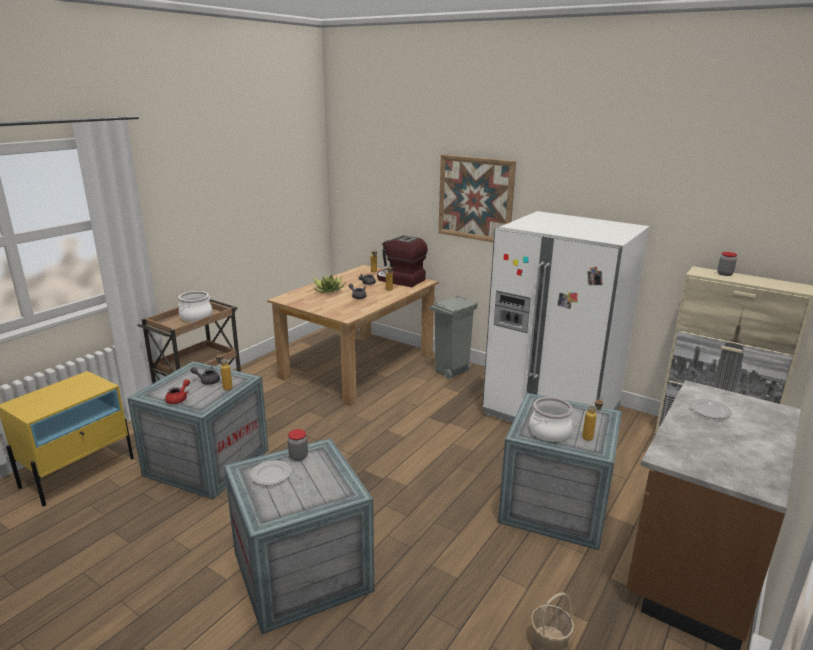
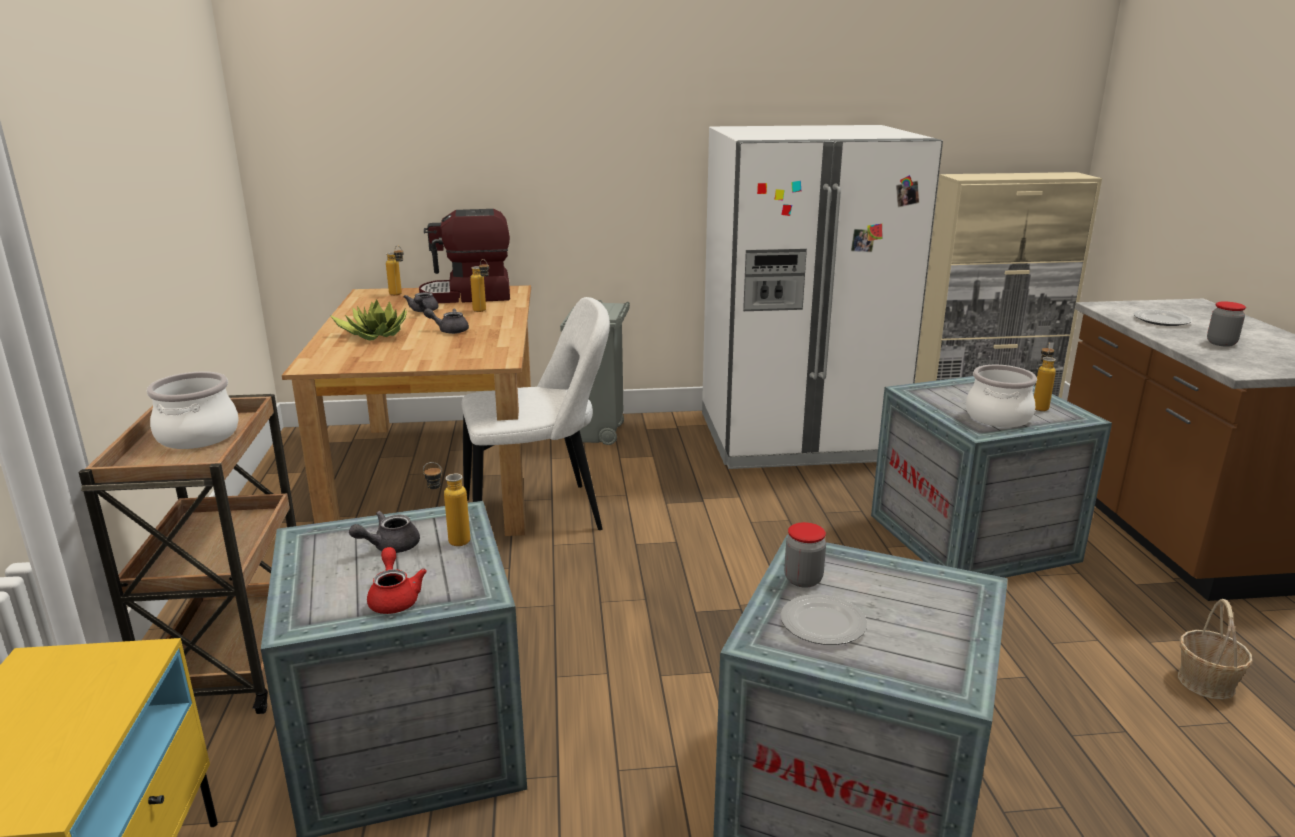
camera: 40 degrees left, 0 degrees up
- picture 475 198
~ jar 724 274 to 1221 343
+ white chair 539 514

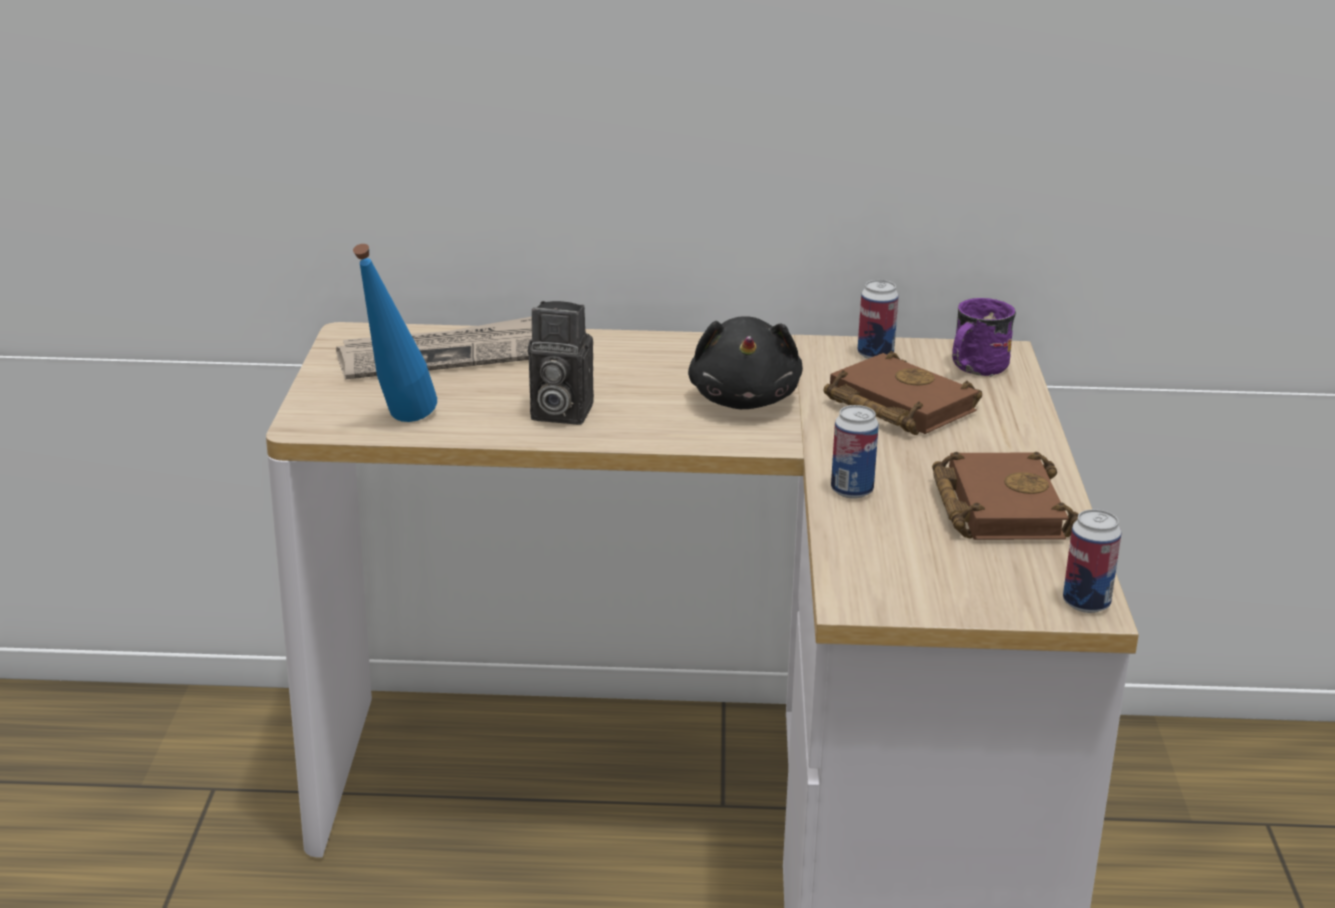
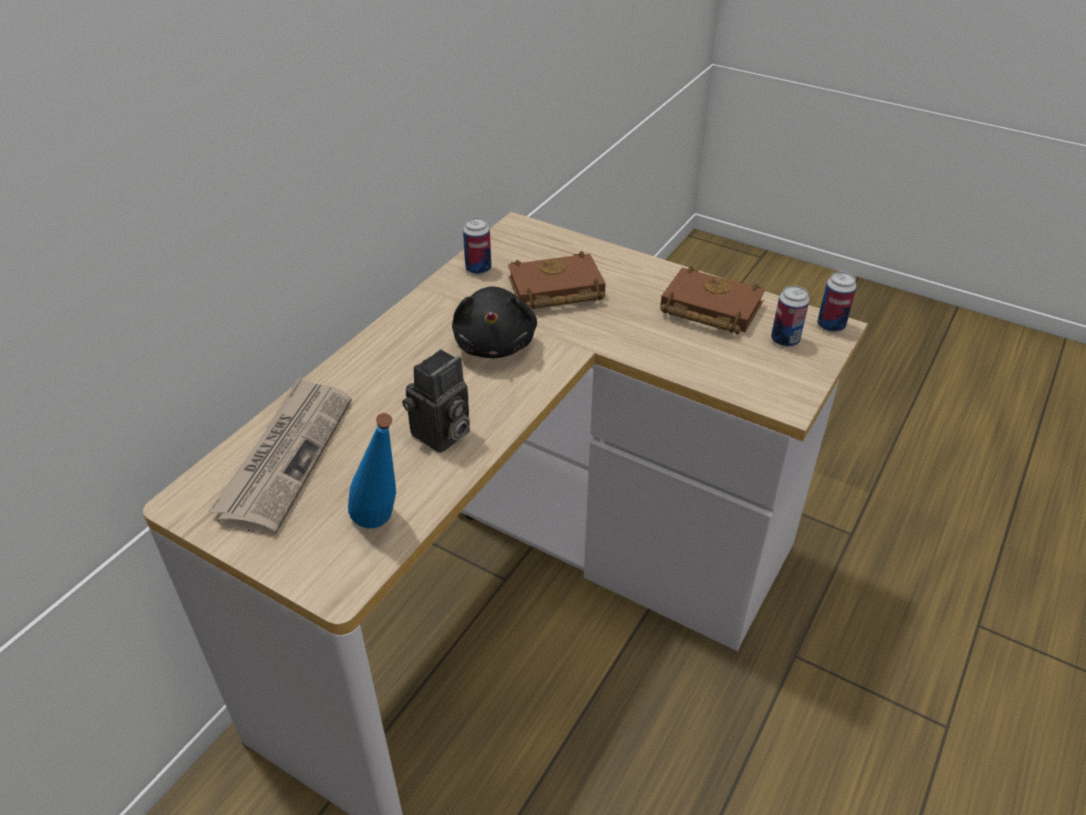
camera: 60 degrees left, 15 degrees up
~ black plush toy 744 400 = 495 344 60 degrees clockwise
~ can 852 491 to 785 340
- purple mug 973 368

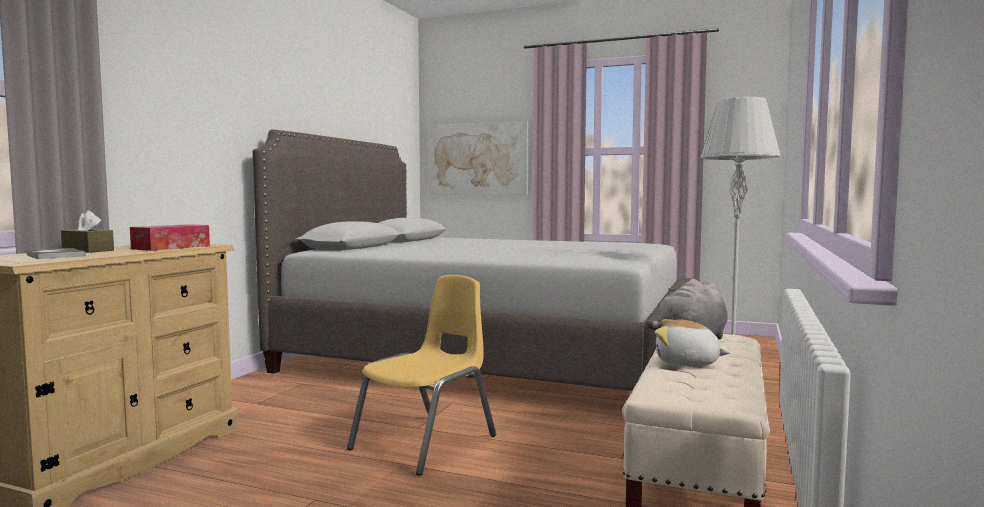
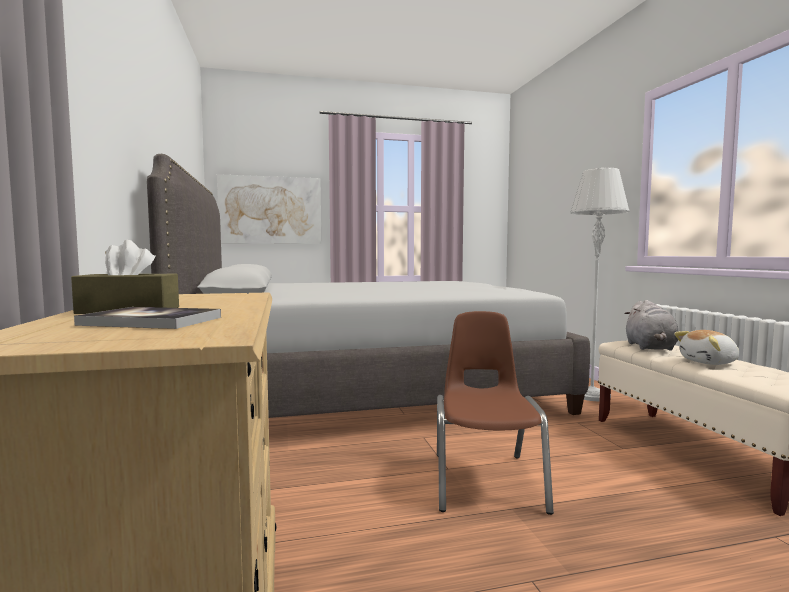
camera: 35 degrees left, 0 degrees up
- tissue box 171 247
~ yellow chair 426 443 to brown chair 486 481

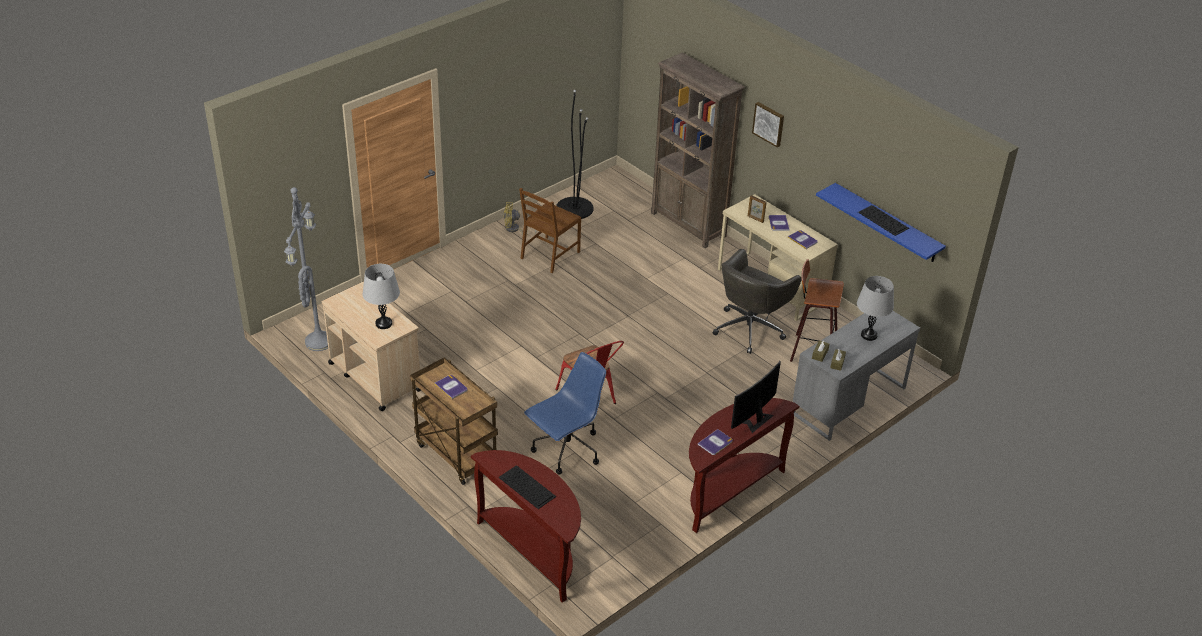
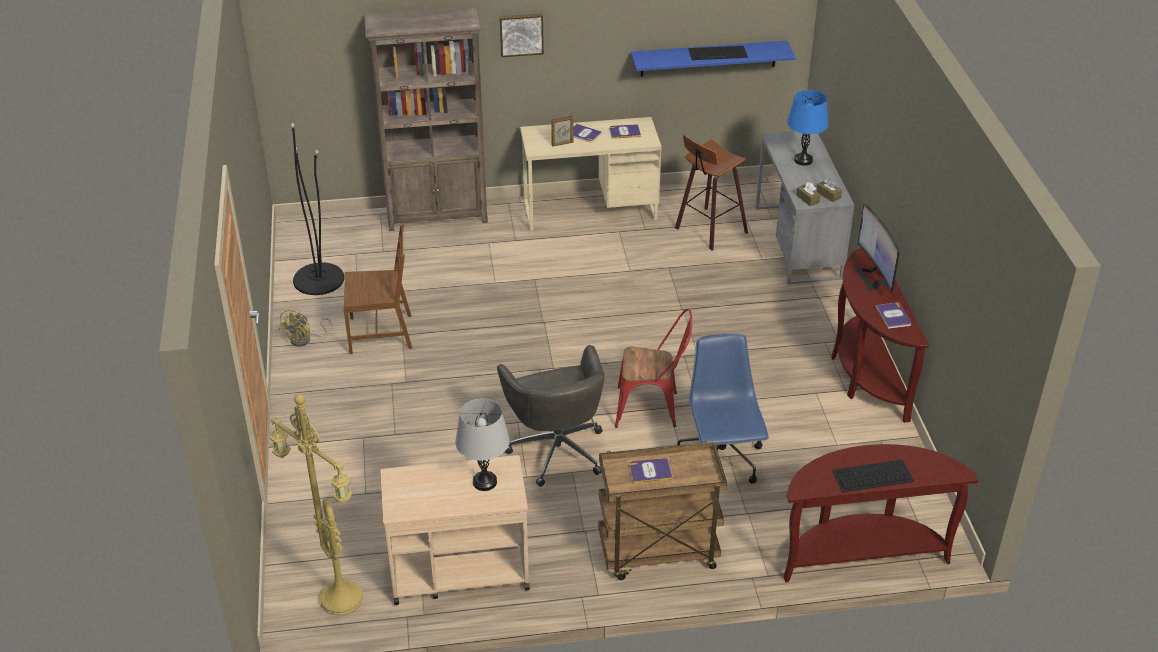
camera: 55 degrees left, 0 degrees up
~ grey floor lamp 317 341 to yellow floor lamp 338 599
~ brown chair 549 255 = 381 333 75 degrees counterclockwise
~ grey office chair 750 328 to 557 449
~ grey table lamp 869 335 to blue table lamp 803 160

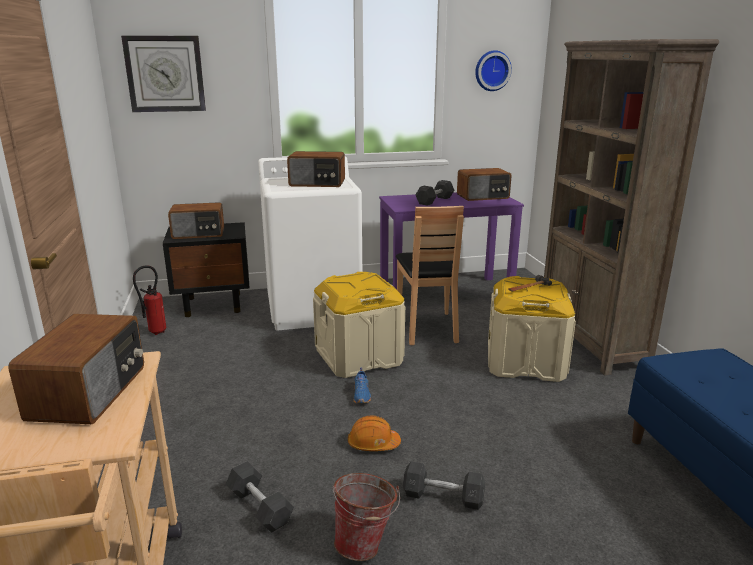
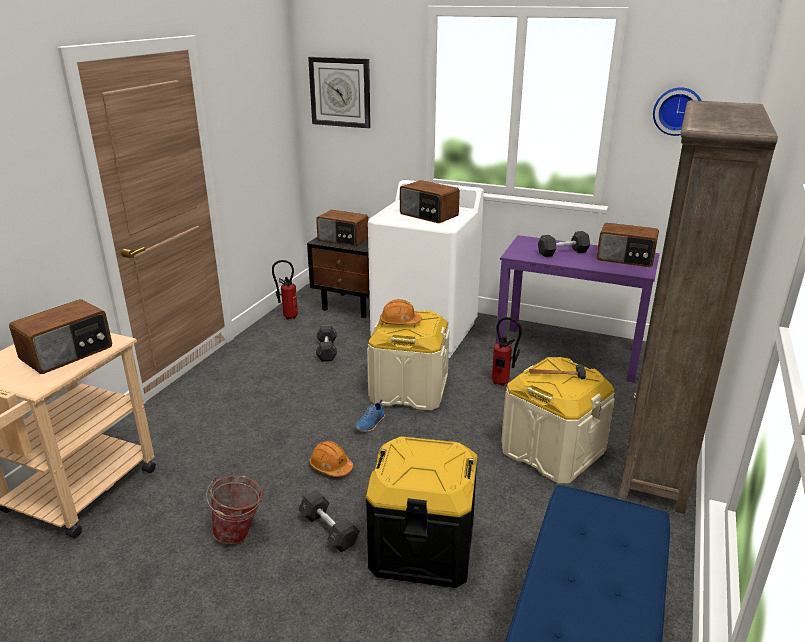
camera: 35 degrees right, 5 degrees up
~ grey dumbbell 260 507 to 327 350
~ brown chair 427 328 to fire extinguisher 502 384
+ black storage box 422 547
+ orange hard hat 400 322

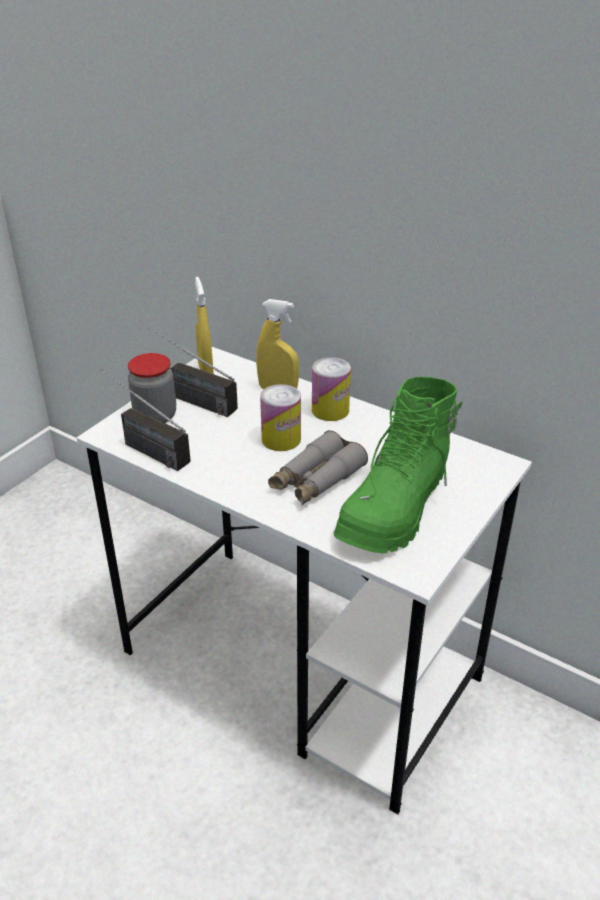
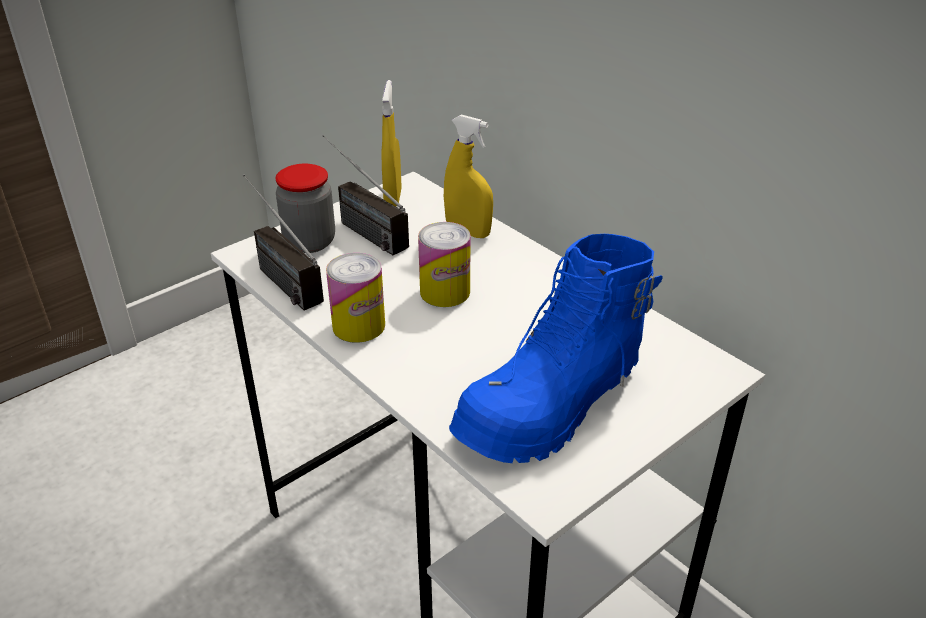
camera: 15 degrees right, 0 degrees up
- grey binoculars 316 479
~ can 330 410 to 358 326
~ green boot 396 509 to blue boot 553 406

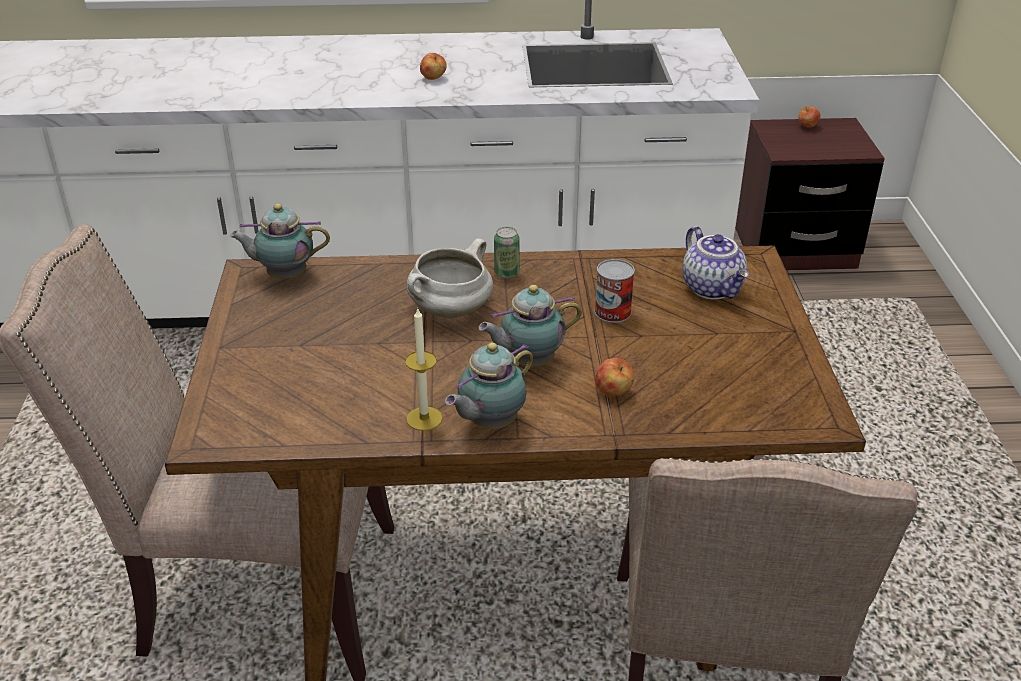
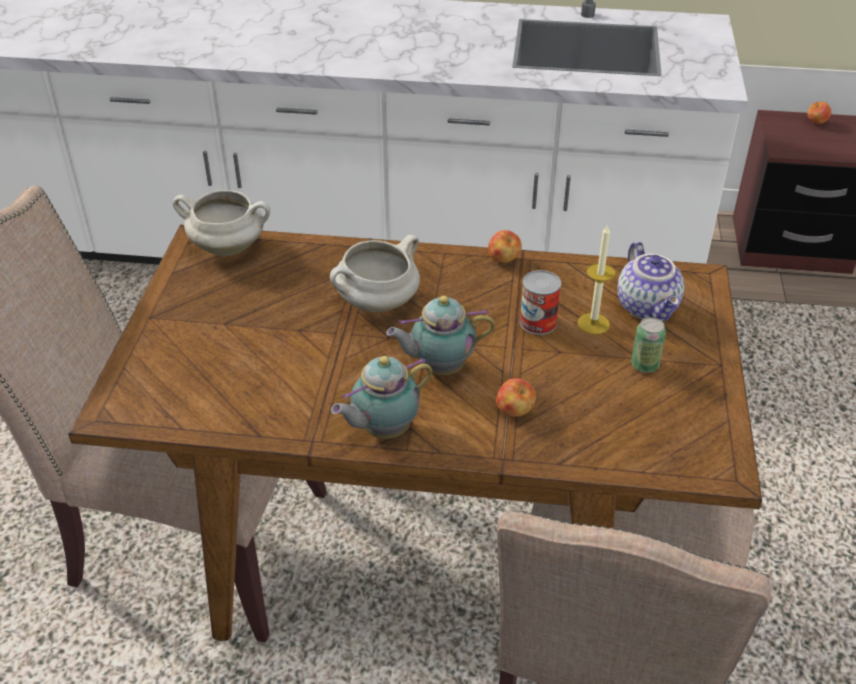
camera: 10 degrees right, 5 degrees up
~ teapot 284 275 to white cooking pot 229 247
~ candle 424 418 to 593 324
~ apple 433 78 to 503 259
~ can 506 273 to 644 365

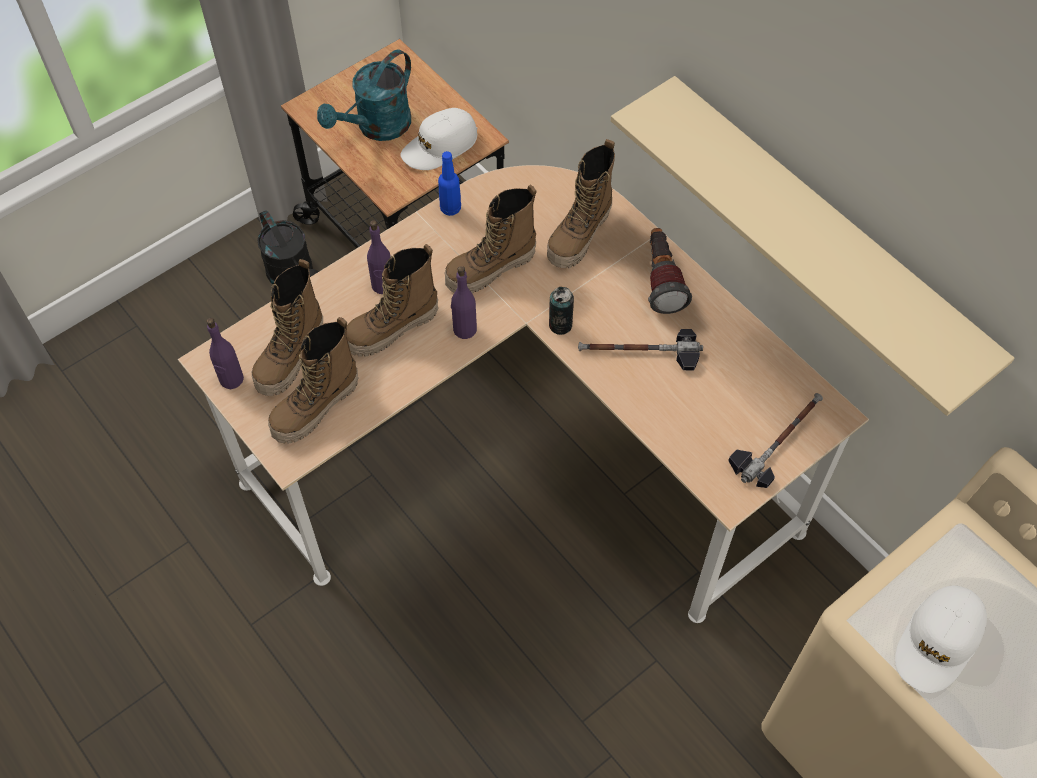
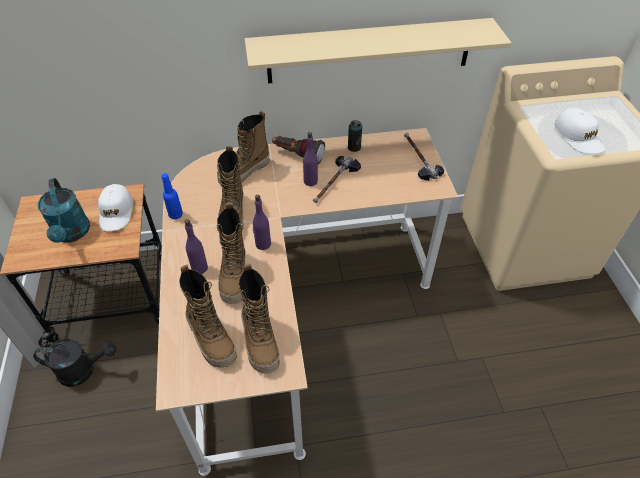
camera: 60 degrees left, 10 degrees down
~ purple bottle 231 379 to 310 181
~ boot 580 236 = 244 172 75 degrees clockwise
~ can 560 325 to 354 147

